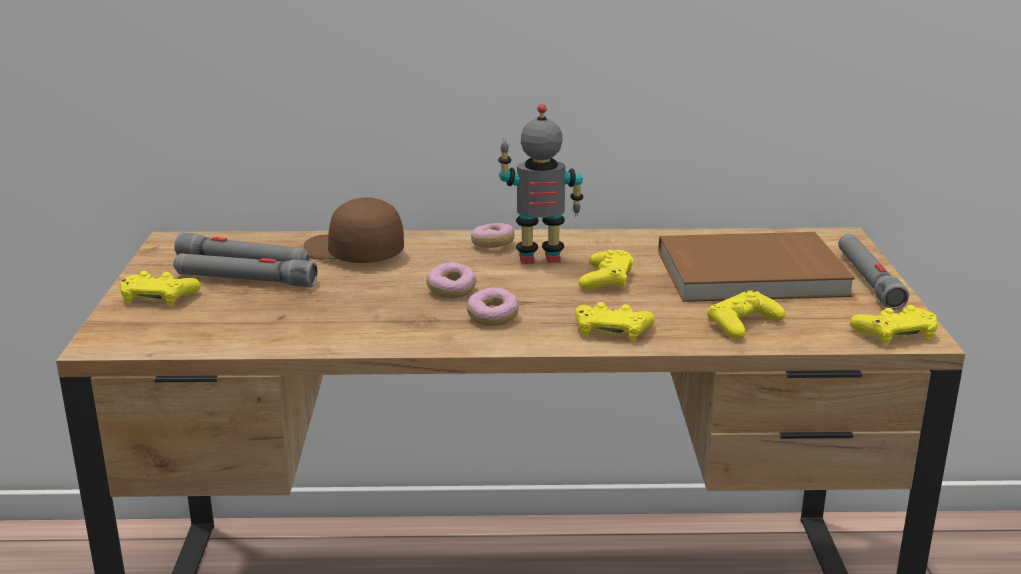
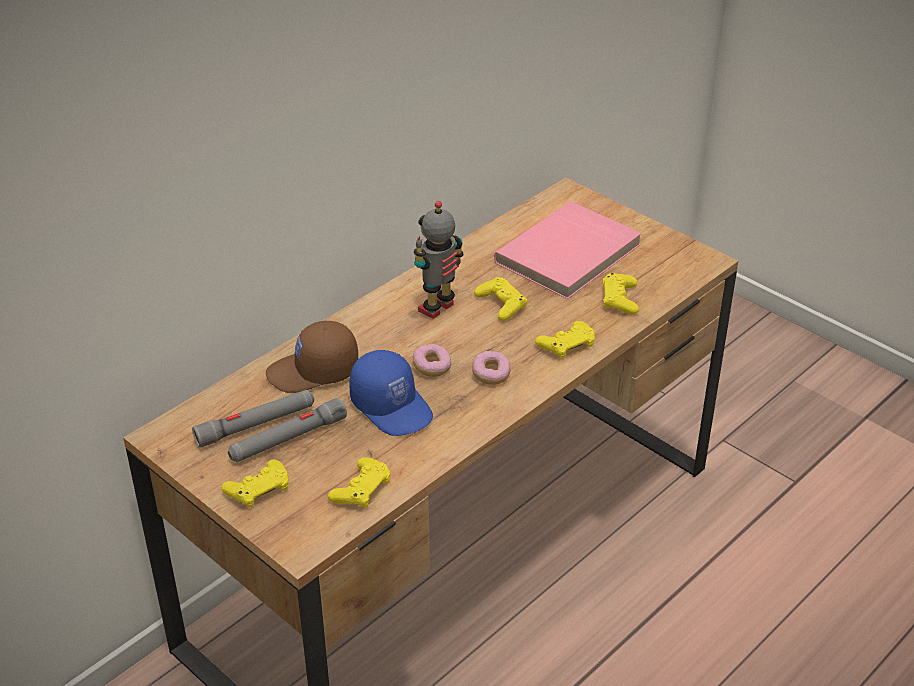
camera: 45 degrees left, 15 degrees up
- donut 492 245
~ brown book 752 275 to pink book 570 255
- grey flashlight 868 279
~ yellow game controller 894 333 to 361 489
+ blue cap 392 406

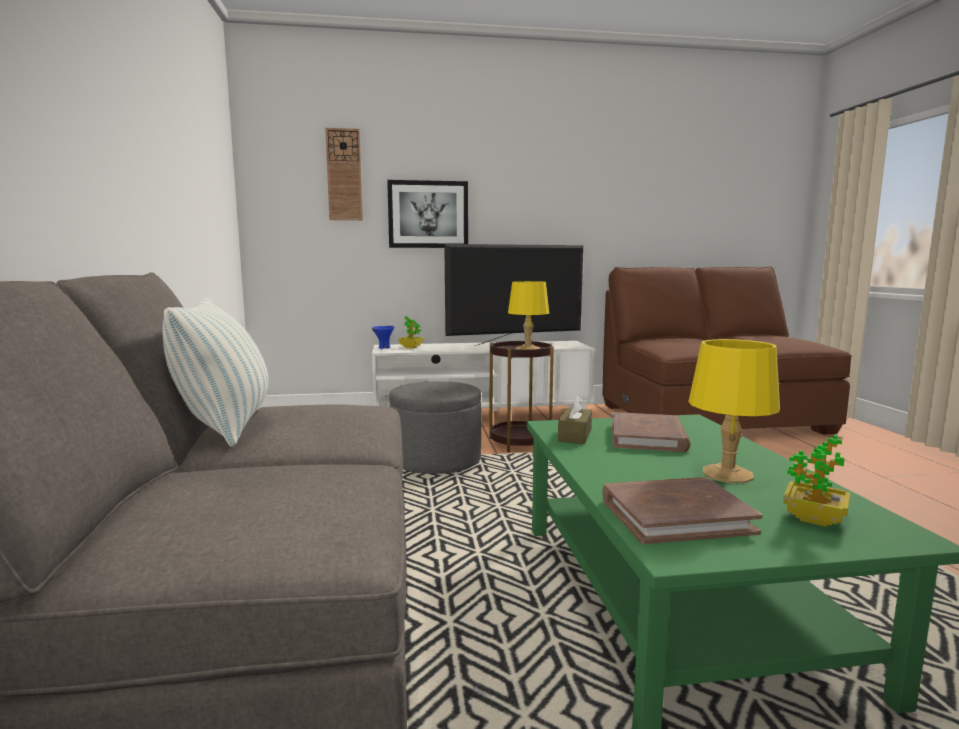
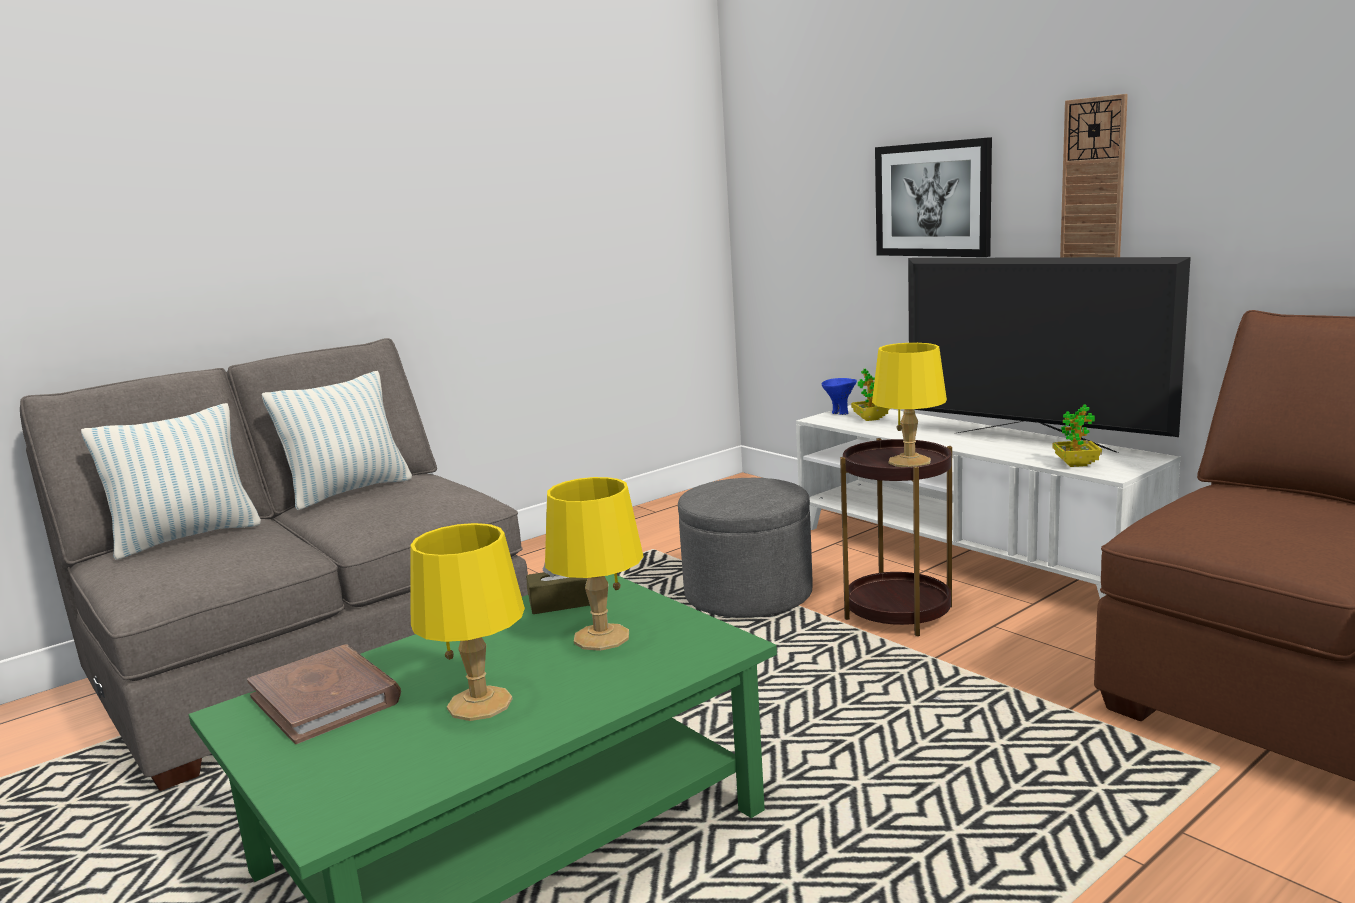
camera: 60 degrees right, 5 degrees up
~ wall clock 344 175 to 1093 184
~ brown book 648 437 to yellow table lamp 600 637
~ potted plant 814 519 to 1076 464
+ pillow 187 537

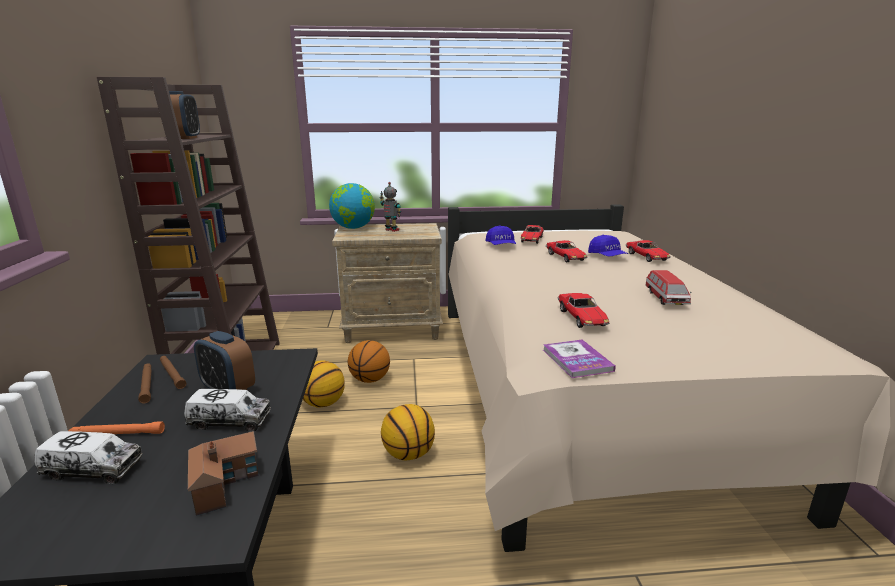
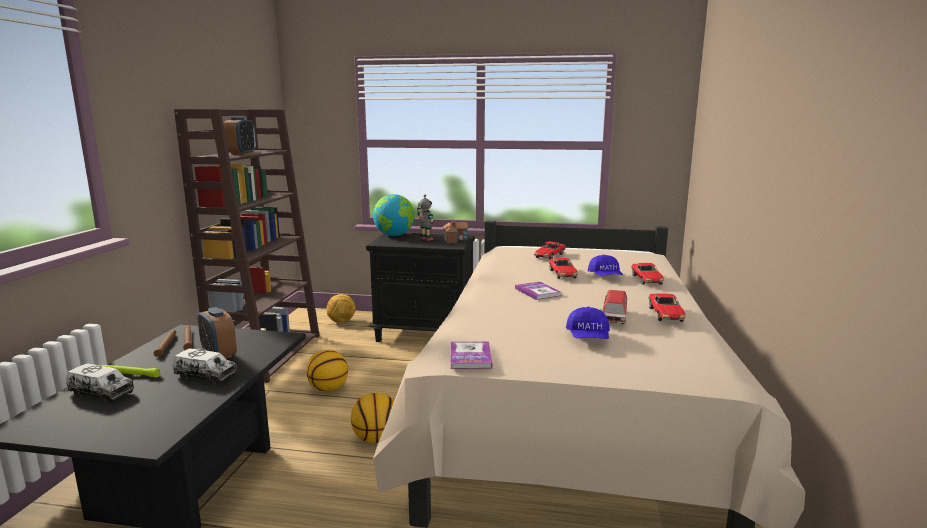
camera: 15 degrees right, 5 degrees down
~ orange flashlight 117 434 to green flashlight 128 374
~ toy house 226 479 to 455 239
~ beige nightstand 393 329 to black nightstand 425 334
- basketball 370 379
~ blue cap 501 246 to 588 337
~ toy car 582 318 to 666 314
+ football 342 321
+ book 537 292

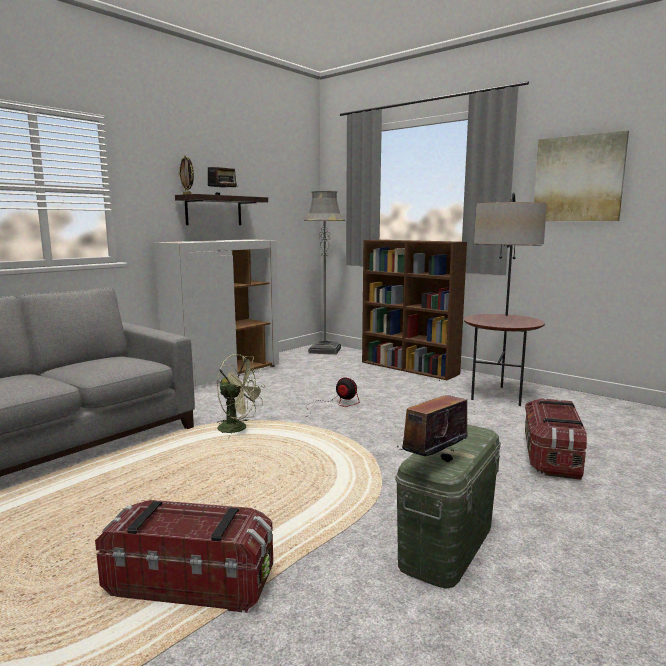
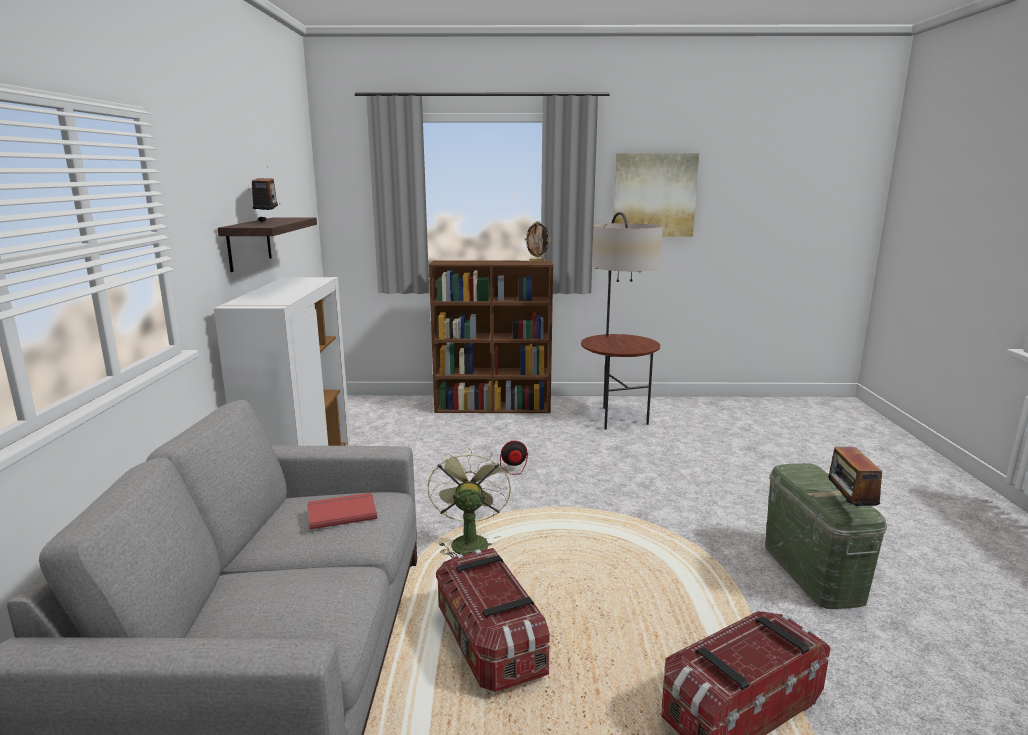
camera: 40 degrees left, 5 degrees up
~ picture frame 187 194 to 537 261
~ green fan 238 428 = 468 541 75 degrees counterclockwise
- grey floor lamp 325 350
~ storage box 551 456 to 489 643
+ red book 341 512

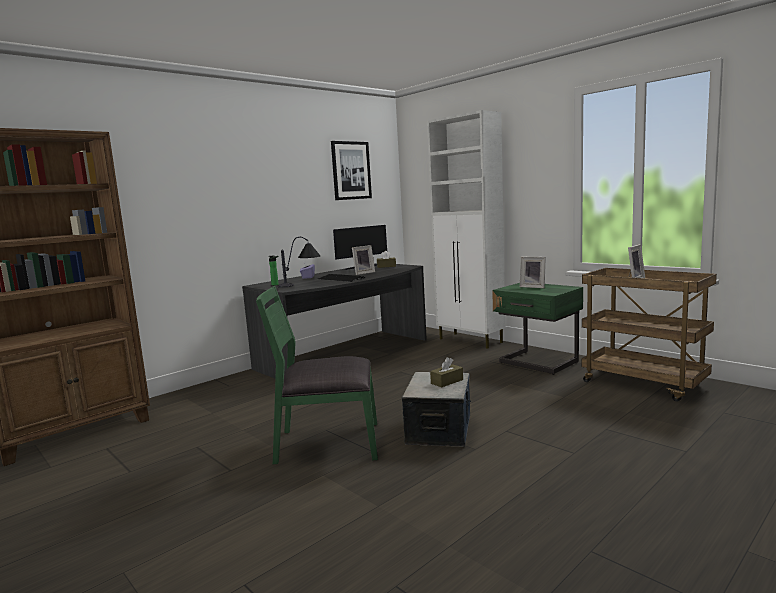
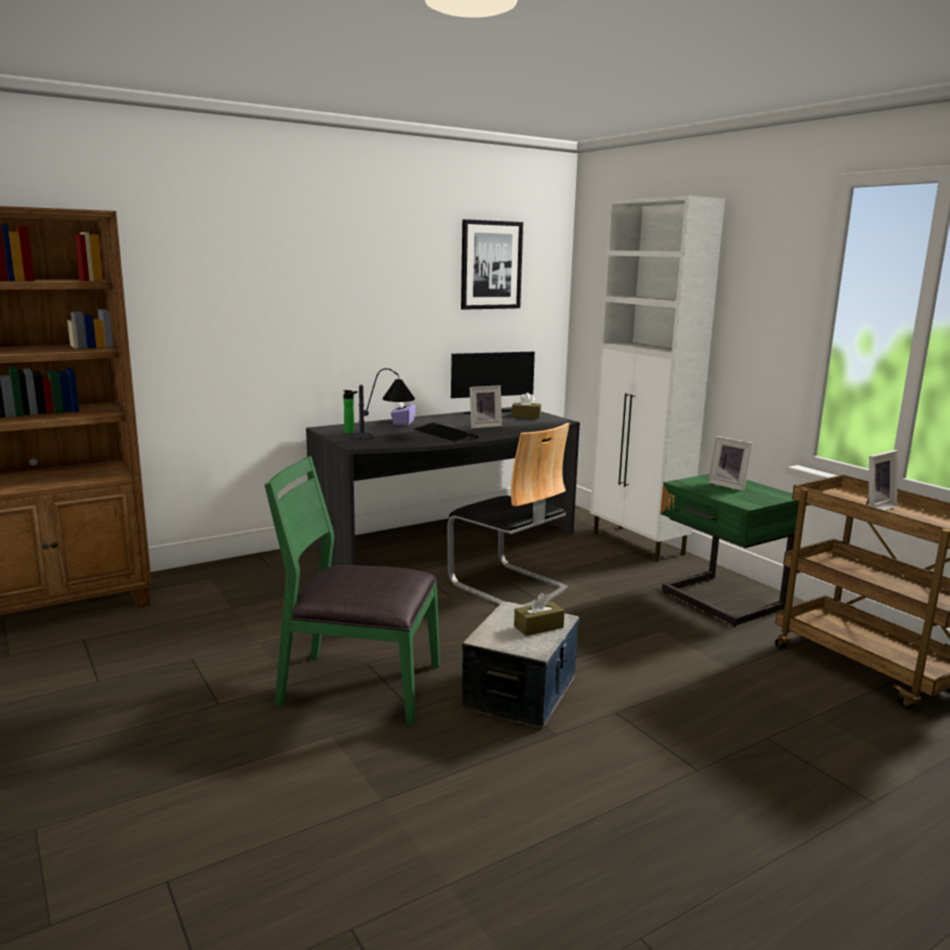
camera: 10 degrees right, 5 degrees up
+ chair 508 586

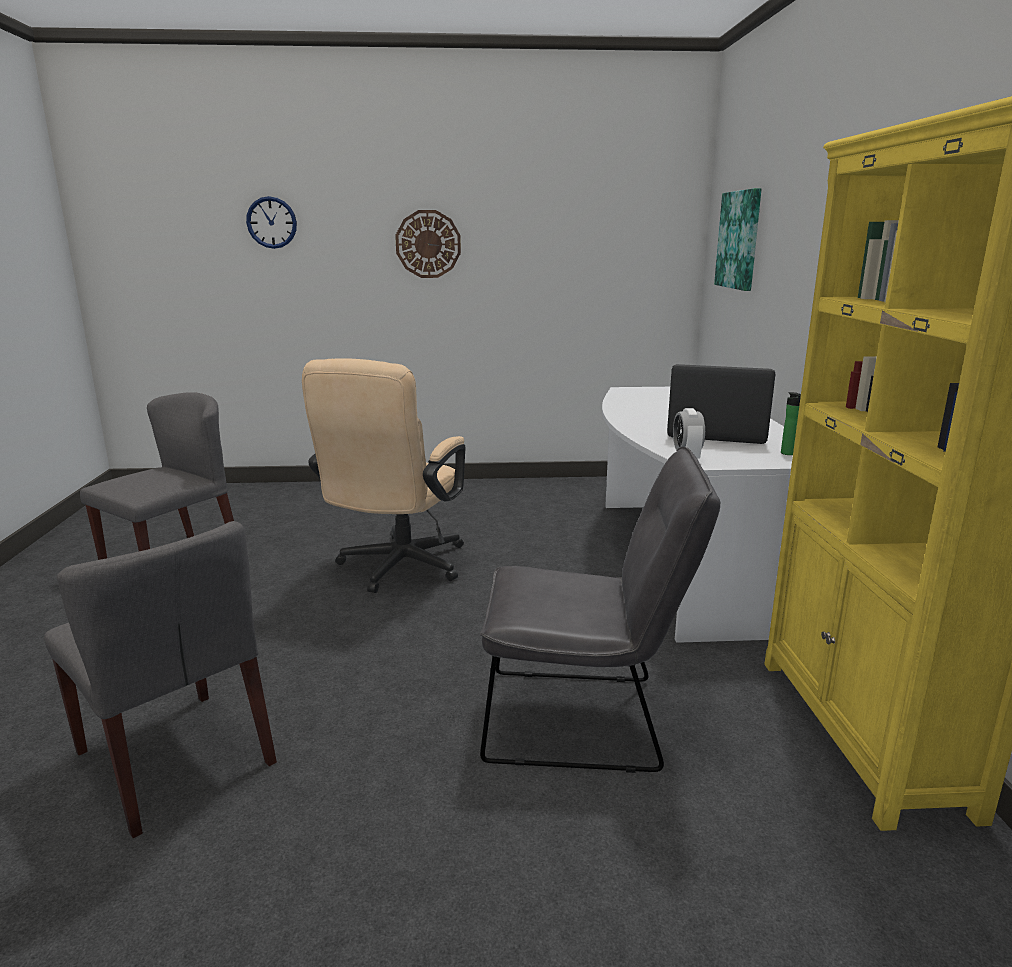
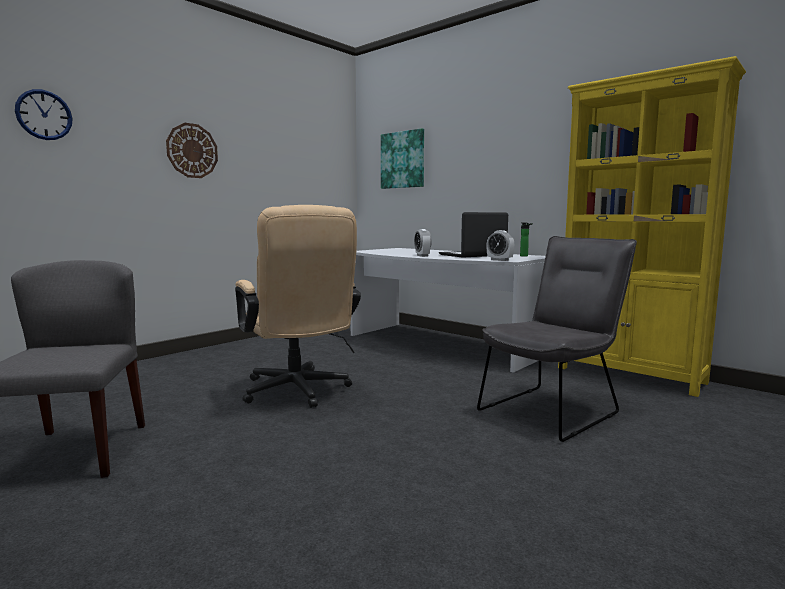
camera: 45 degrees left, 10 degrees down
- grey chair 176 758
+ alarm clock 422 256

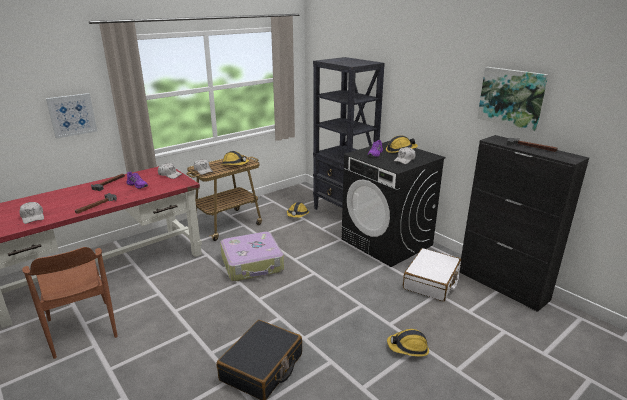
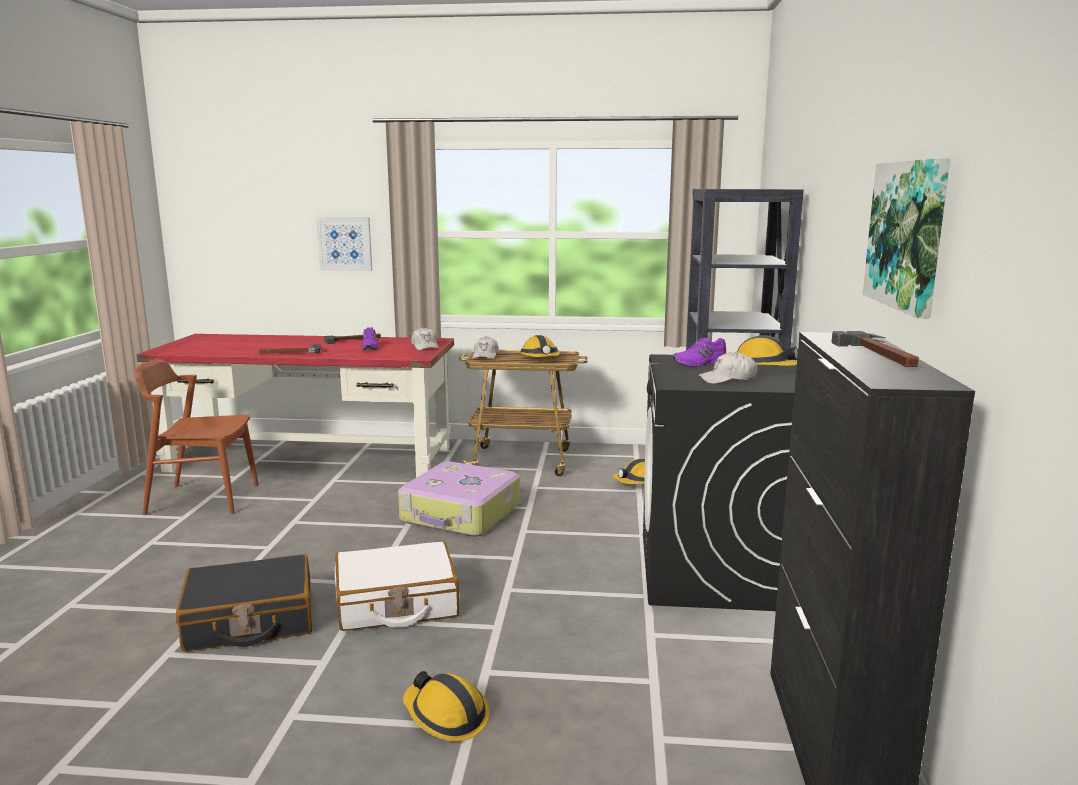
camera: 45 degrees right, 10 degrees down
- white cap 33 217
~ brown chair 82 328 = 202 499 75 degrees clockwise
~ white suitcase 431 282 to 396 603

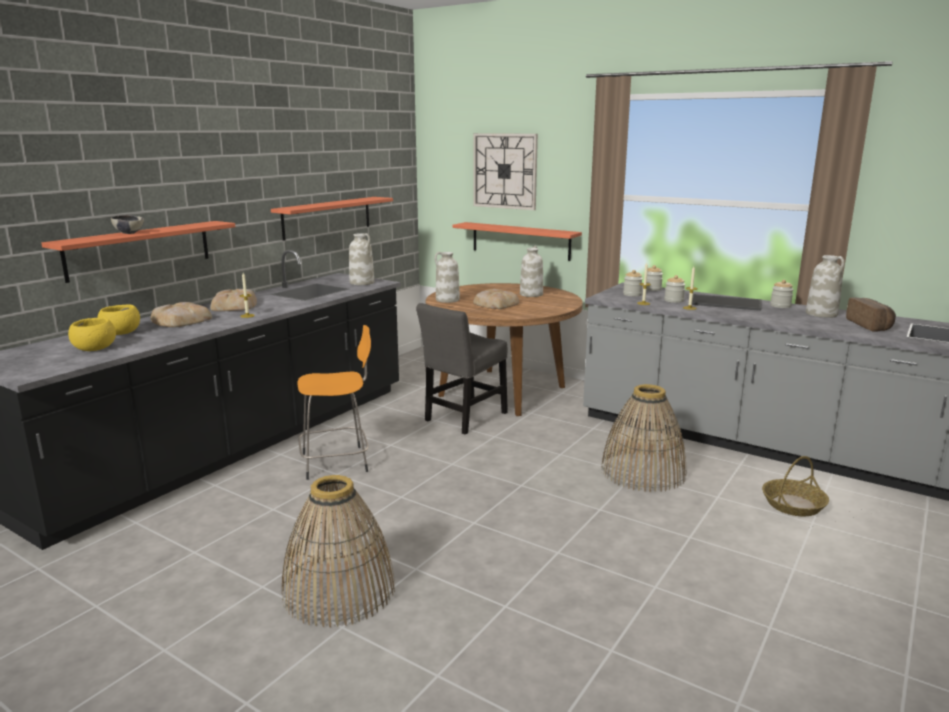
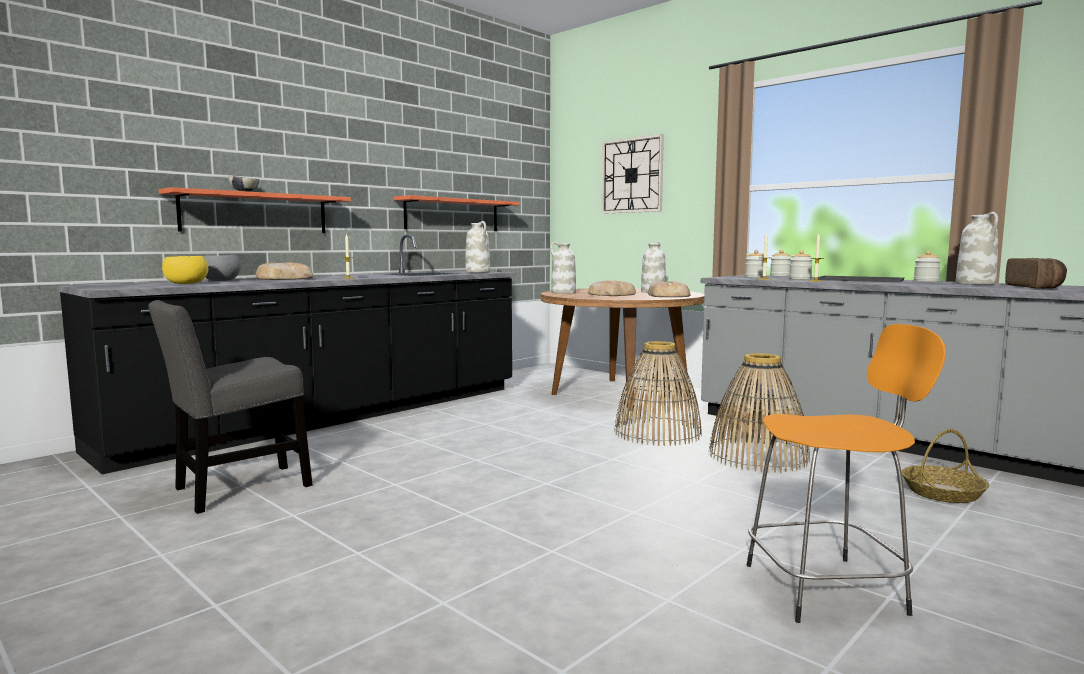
camera: 10 degrees right, 10 degrees down
~ yellow bowl 121 333 to grey bowl 221 280
~ bread 234 306 to 669 295
~ basket 339 590 to 657 433
~ orange stool 337 462 to 829 588
~ grey chair 464 418 to 236 489
- shelf 520 241

